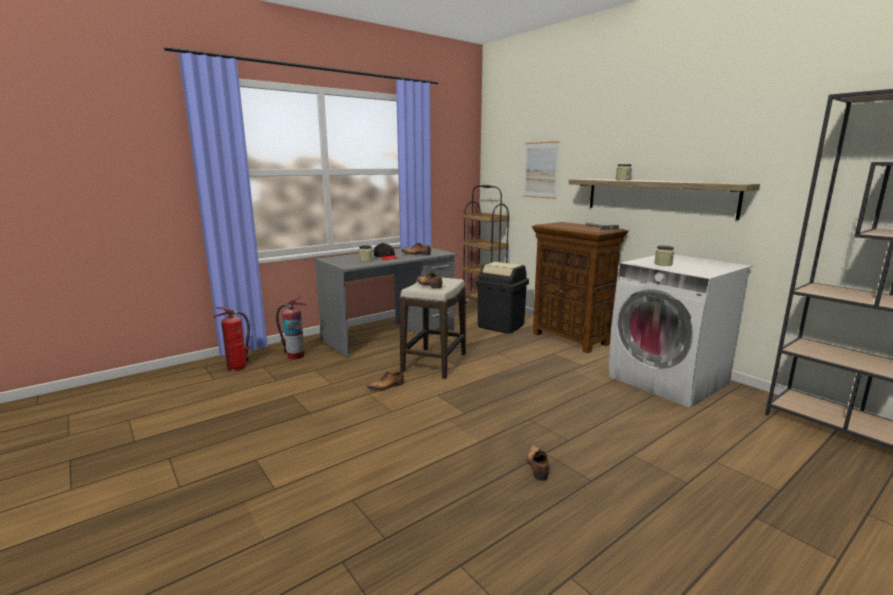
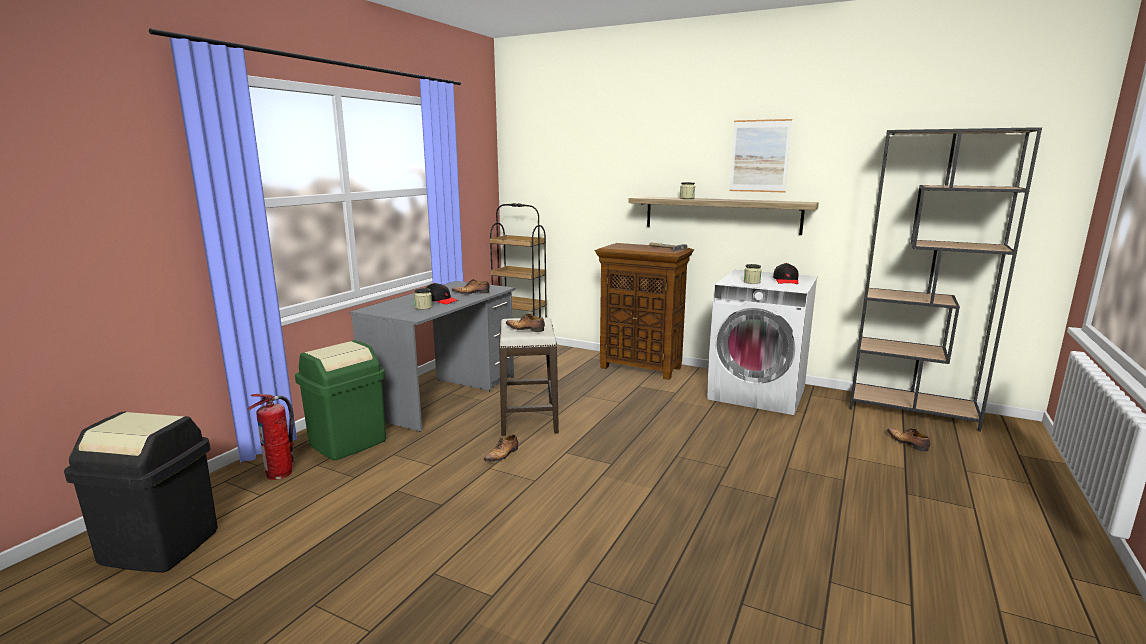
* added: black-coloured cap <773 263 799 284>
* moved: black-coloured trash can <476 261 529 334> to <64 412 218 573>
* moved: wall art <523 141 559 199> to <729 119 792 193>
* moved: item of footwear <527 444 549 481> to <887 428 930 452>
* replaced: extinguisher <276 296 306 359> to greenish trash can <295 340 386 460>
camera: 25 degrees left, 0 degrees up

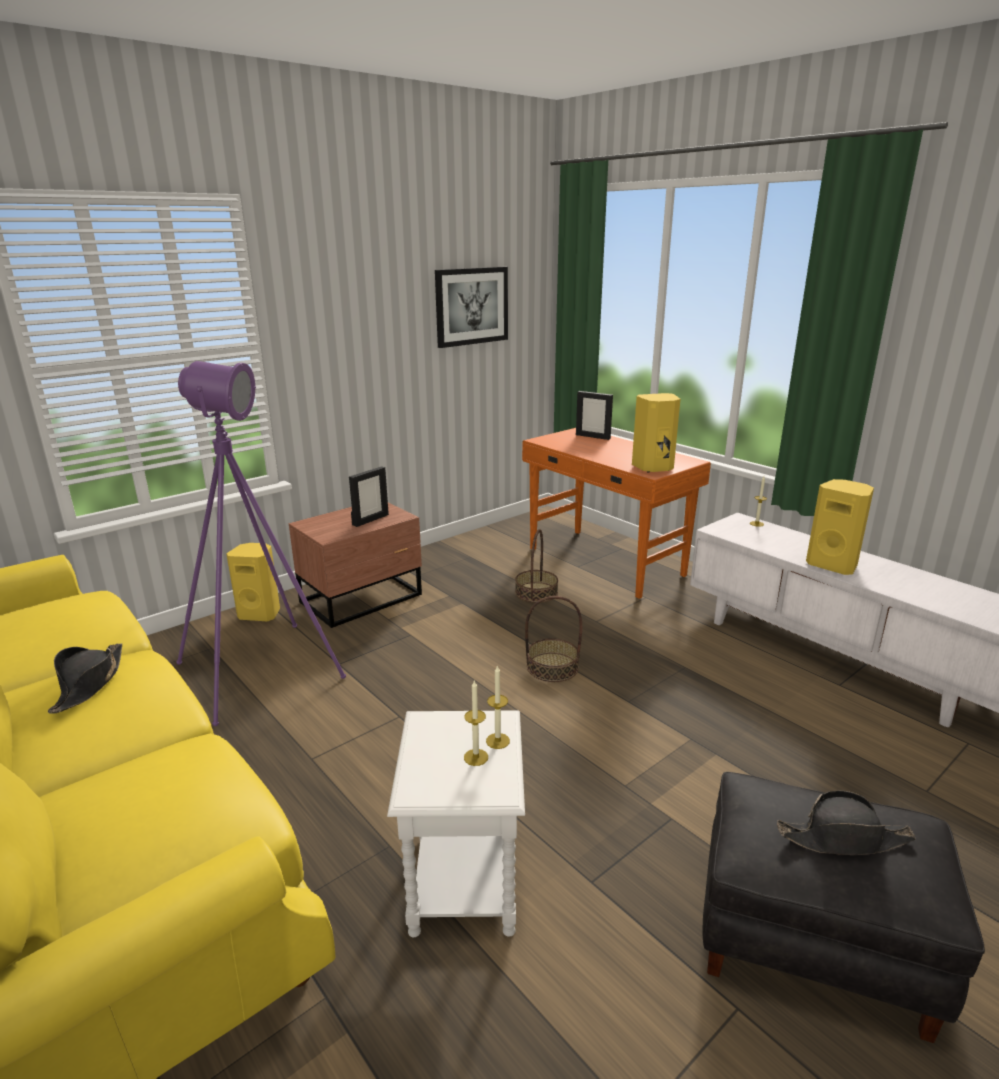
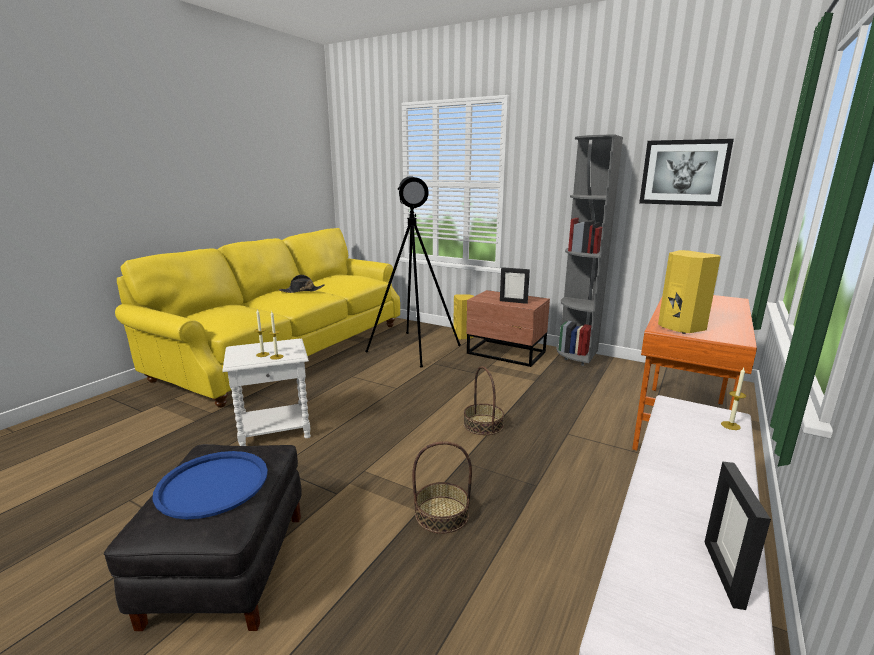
* removed: yellowish loudspeaker <806 479 874 575>
* added: gray shelving unit <556 134 623 366>
* moved: storage basket <515 529 558 603> to <412 441 472 534>
* moved: standing frame <576 391 613 440> to <705 462 771 610>
* replaced: black-coloured clothing hat <777 790 916 855> to bluish serving tray <153 451 268 519>
* recoloured: purple standard lamp <176 361 346 726> to black-coloured standard lamp <365 176 461 368>
camera: 70 degrees right, 5 degrees down

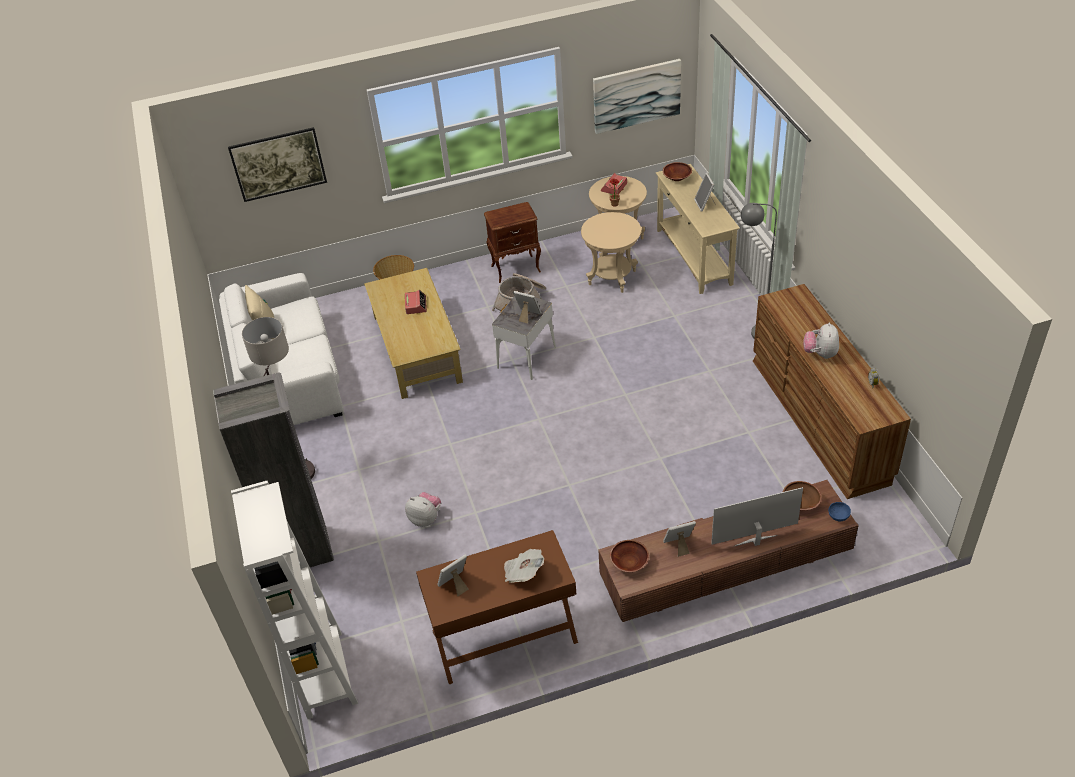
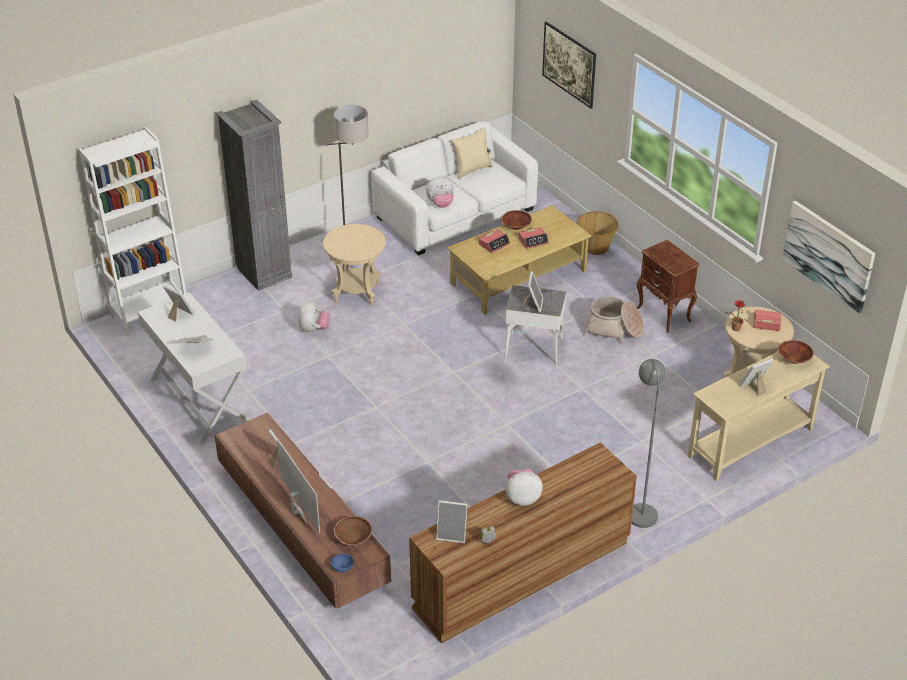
* added: cuddly toy <426 176 454 208>
* added: standing frame <436 500 468 543>
* added: bedside clock <479 229 510 253>
* moved: sand-coloured end table <581 212 641 293> to <323 224 386 306>
* moved: brown-coloured deep dish <610 540 649 572> to <501 210 532 230>
* recoloured: brown-coloured narrow table <416 530 578 684> to whitish narrow table <138 292 251 444>
camera: 70 degrees right, 5 degrees down

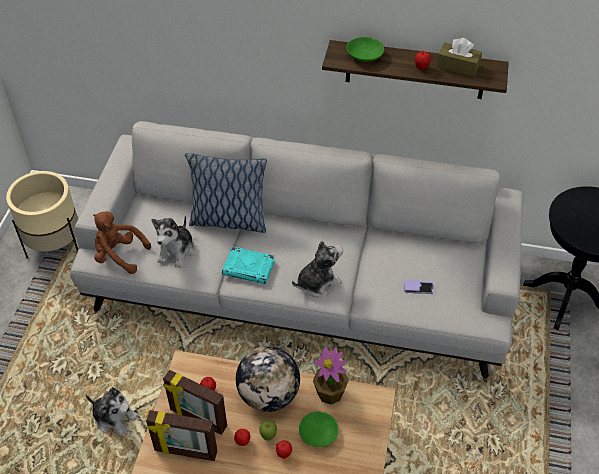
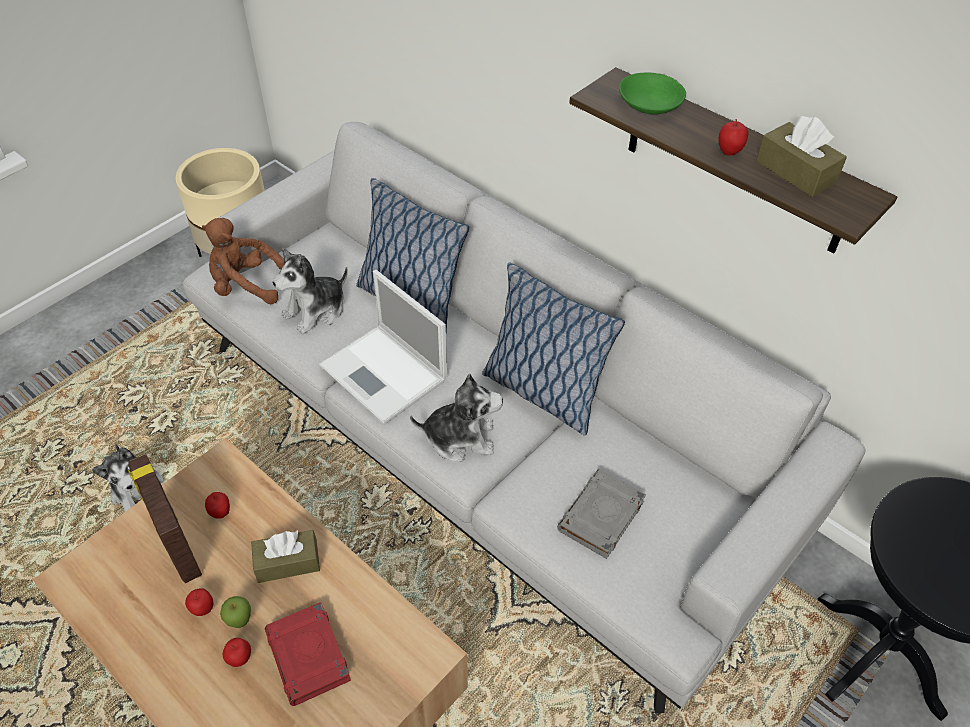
* removed: standing frame <146 410 217 461>
* removed: plant in a pot <313 347 349 404>
* added: pillow <482 262 625 435>
* replaced: turquoise-coloured bound book <222 247 275 284> to notebook computer <319 270 447 424>
* replaced: world globe <236 346 300 412> to brown-coloured tissue holder <251 530 320 583>
* replaced: greenish deep dish <299 411 338 447> to reddish bound book <265 602 351 706>
* replaced: phone <404 280 434 294> to gray bound book <557 469 646 559>
* turned: brown-coloured cuddly toy <93 211 151 274> = <202 218 285 304> 45 degrees counterclockwise
camera: 30 degrees right, 0 degrees up

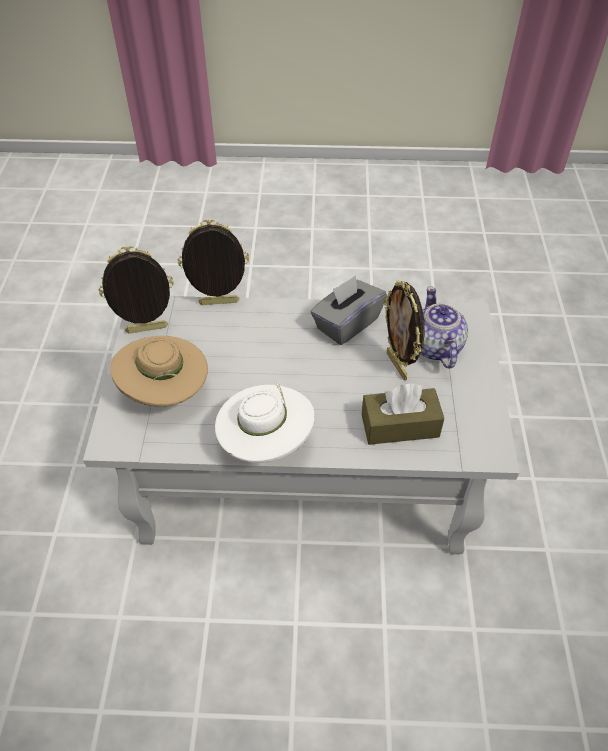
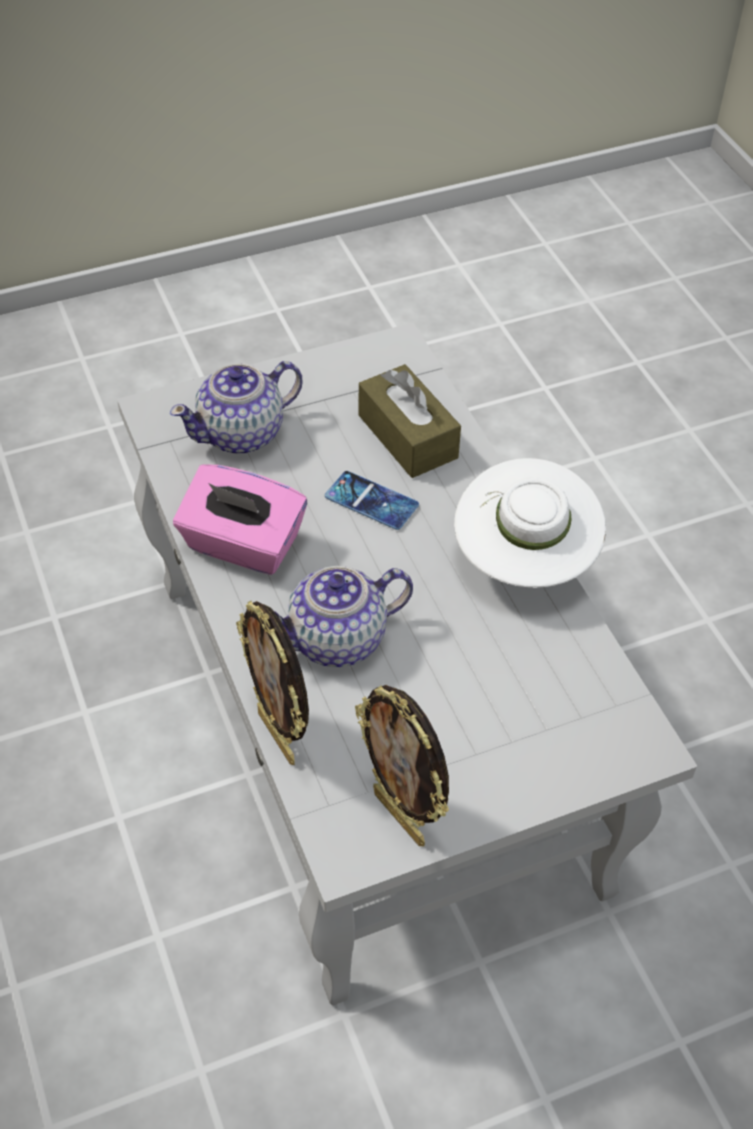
* removed: sand-coloured clothing hat <110 336 208 407>
* removed: standing frame <384 280 425 380>
* added: teapot <274 566 413 667>
* added: phone <325 471 419 530>
* recoloured: gray tissue holder <310 275 387 345> to pinkish tissue holder <173 464 307 575>
camera: 115 degrees left, 0 degrees up

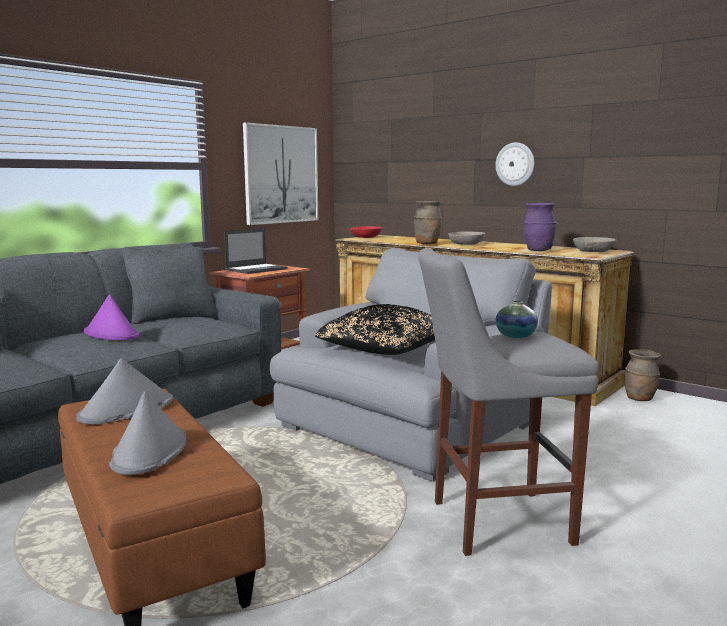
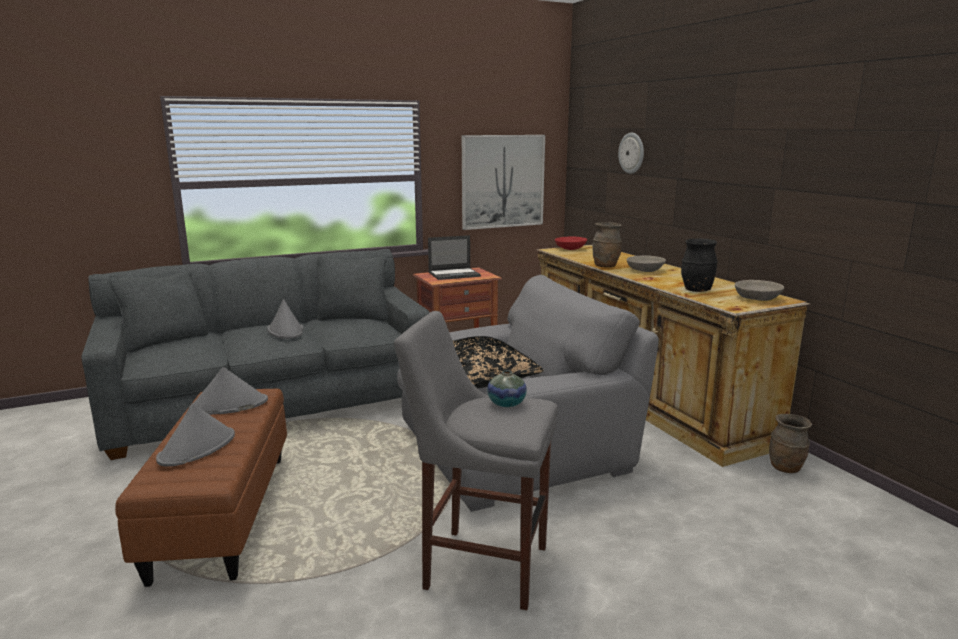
* moved: hanging clock <495 142 534 186> to <618 133 644 174>
* recoloured: purple clothing hat <84 294 139 340> to gray clothing hat <267 299 304 339>
* recoloured: purple decorative vase <523 203 557 251> to black-coloured decorative vase <681 238 718 292>
camera: 25 degrees right, 5 degrees up

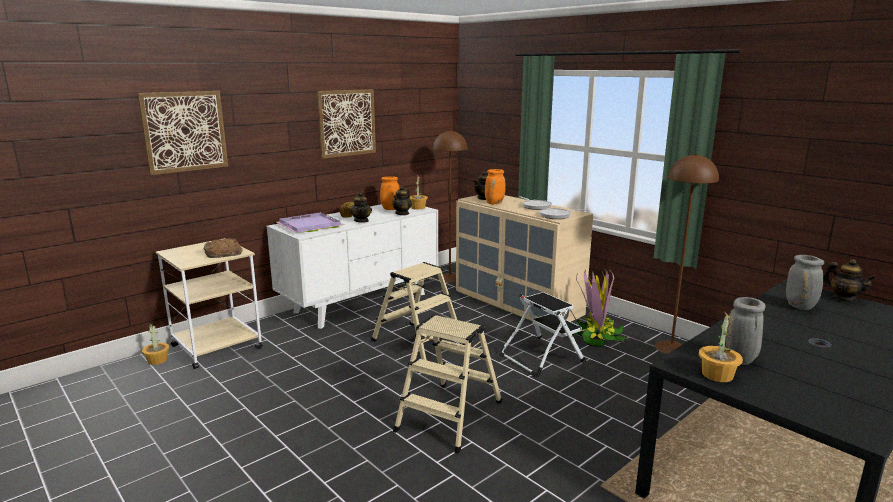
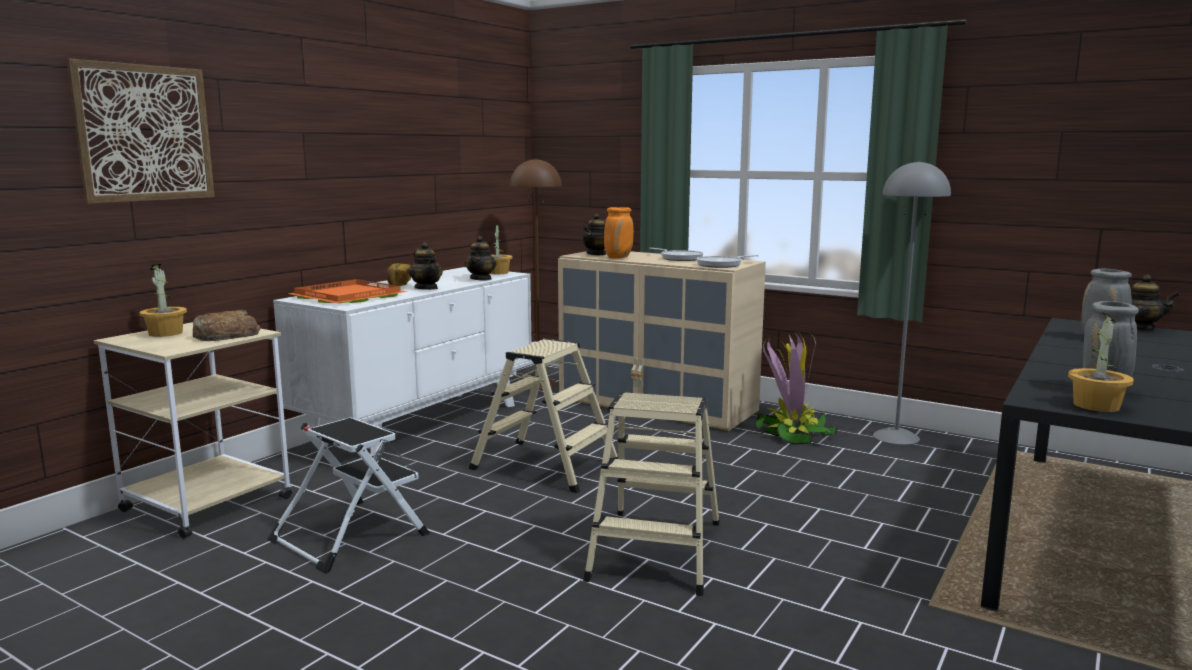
* removed: wall art <317 89 376 159>
* removed: orangey decorative vase <380 176 400 210>
* moved: plant in a pot <142 323 169 365> to <139 264 187 337>
* moved: stepladder <498 292 586 378> to <267 418 430 573>
* recoloured: purple serving tray <276 212 344 233> to orangey serving tray <288 279 408 303>
* recoloured: brown-coloured standard lamp <655 154 719 354> to gray standard lamp <873 160 951 445>
camera: 15 degrees left, 5 degrees down

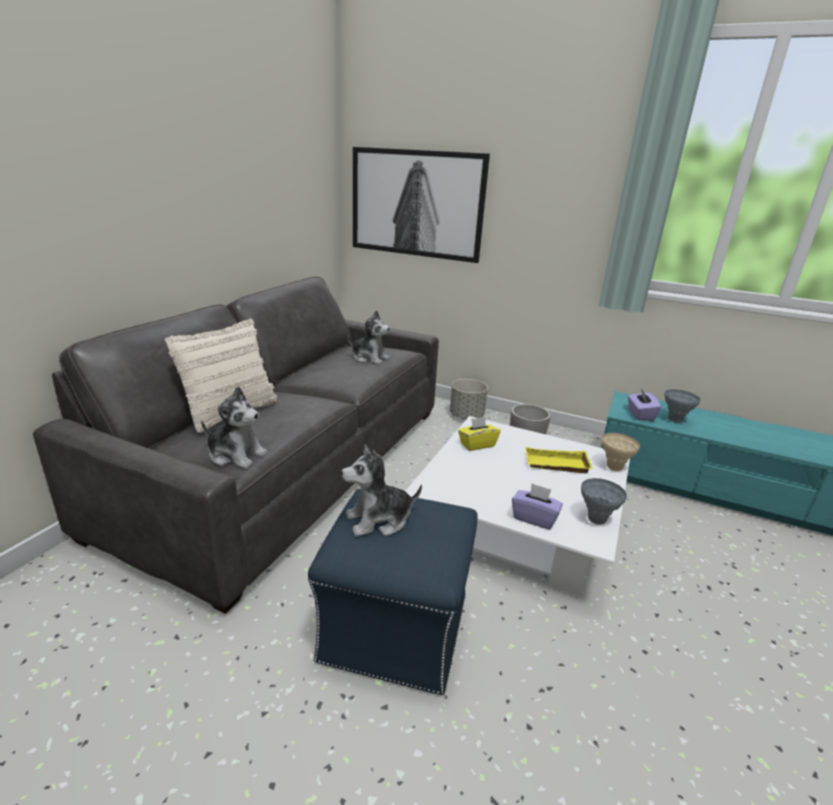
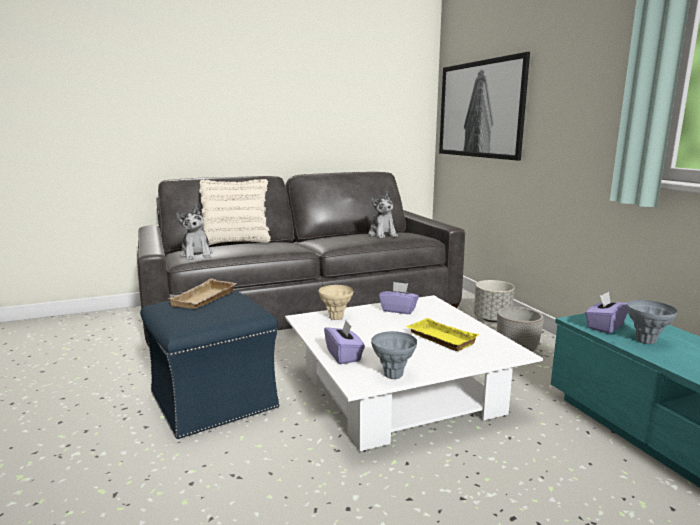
* moved: sand-coloured decorative vase <601 433 640 471> to <319 285 354 320>
* replaced: cuddly toy <341 444 422 536> to sand-coloured serving tray <167 278 237 309>
* recoloured: yellowish tissue holder <458 417 501 451> to purple tissue holder <379 282 419 314>
camera: 45 degrees right, 10 degrees down

